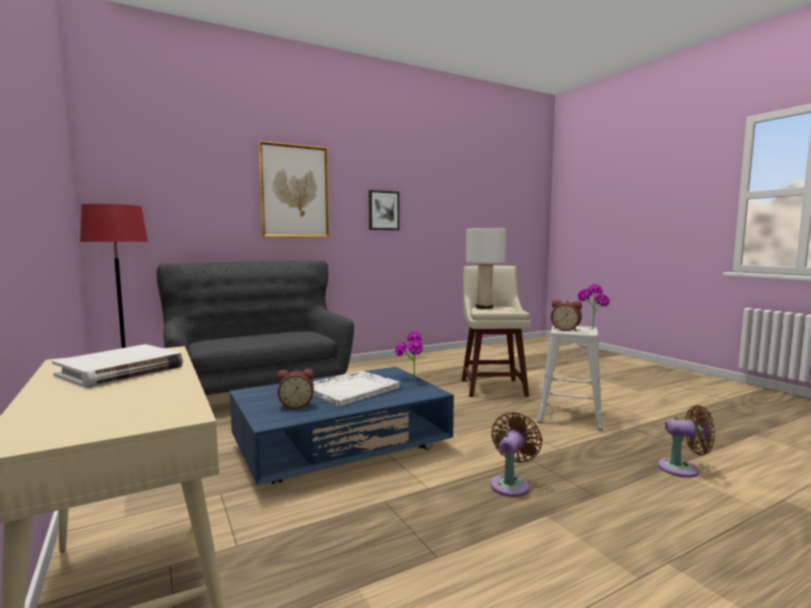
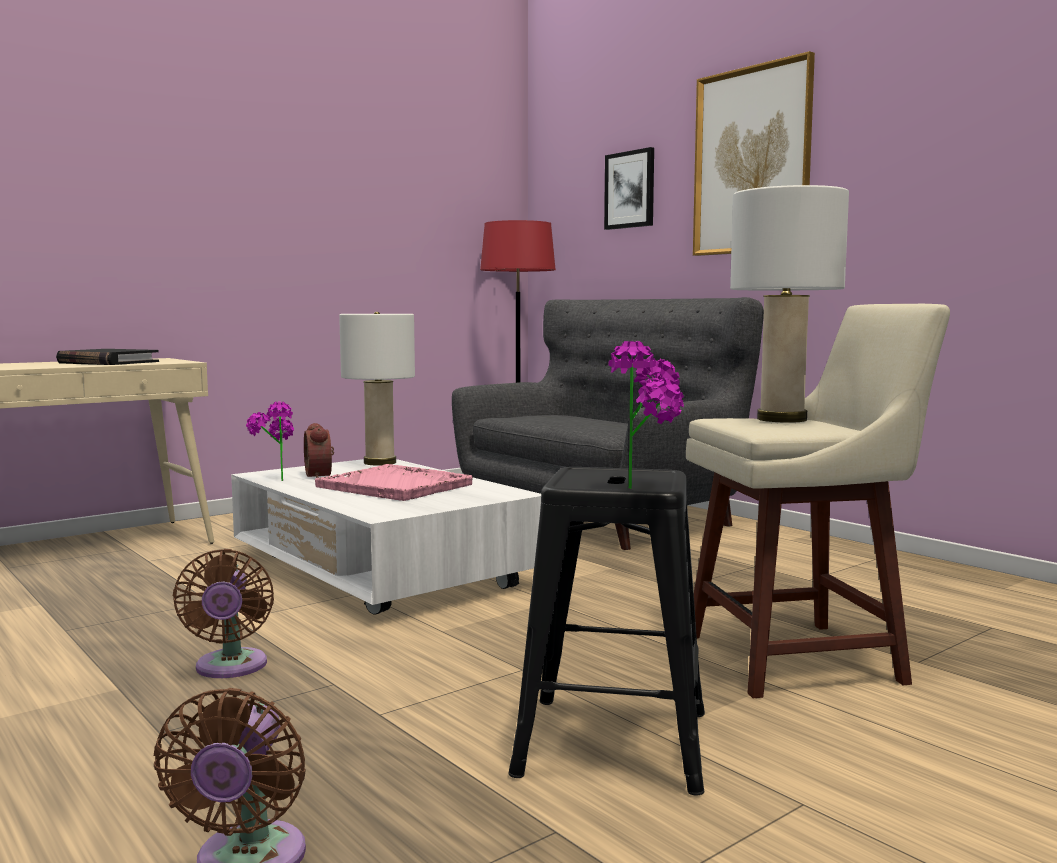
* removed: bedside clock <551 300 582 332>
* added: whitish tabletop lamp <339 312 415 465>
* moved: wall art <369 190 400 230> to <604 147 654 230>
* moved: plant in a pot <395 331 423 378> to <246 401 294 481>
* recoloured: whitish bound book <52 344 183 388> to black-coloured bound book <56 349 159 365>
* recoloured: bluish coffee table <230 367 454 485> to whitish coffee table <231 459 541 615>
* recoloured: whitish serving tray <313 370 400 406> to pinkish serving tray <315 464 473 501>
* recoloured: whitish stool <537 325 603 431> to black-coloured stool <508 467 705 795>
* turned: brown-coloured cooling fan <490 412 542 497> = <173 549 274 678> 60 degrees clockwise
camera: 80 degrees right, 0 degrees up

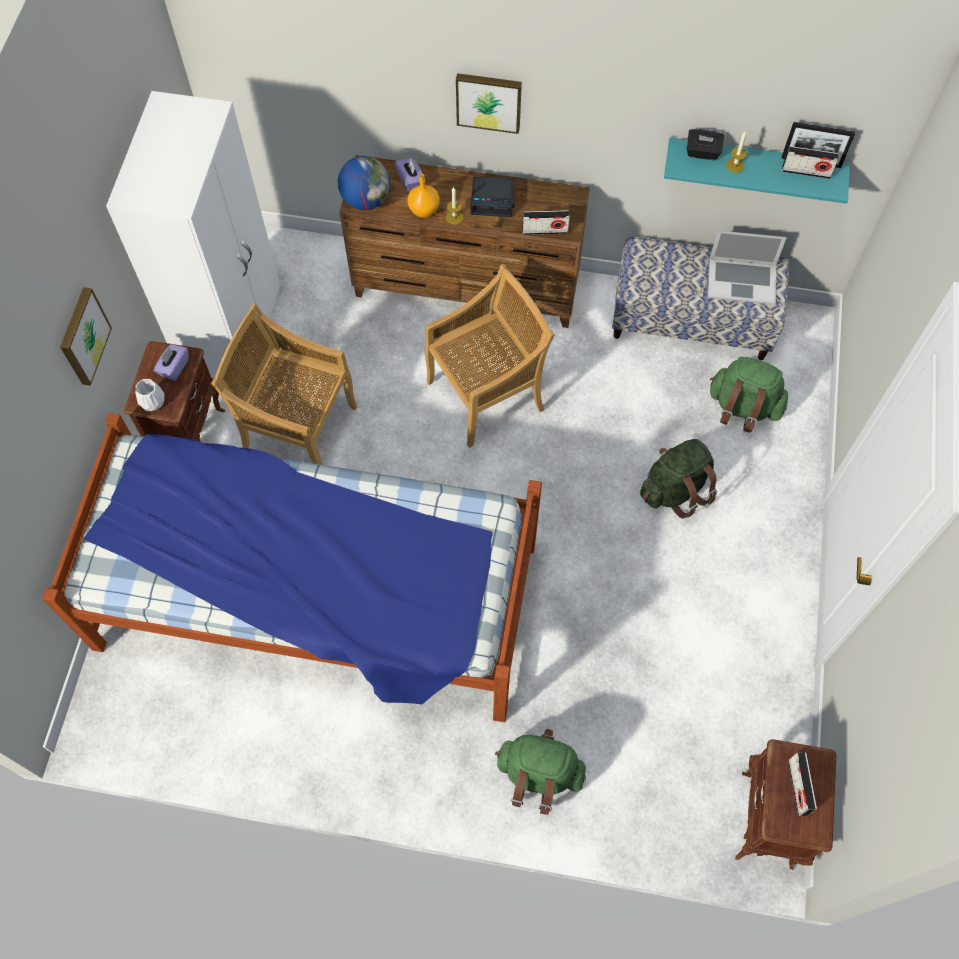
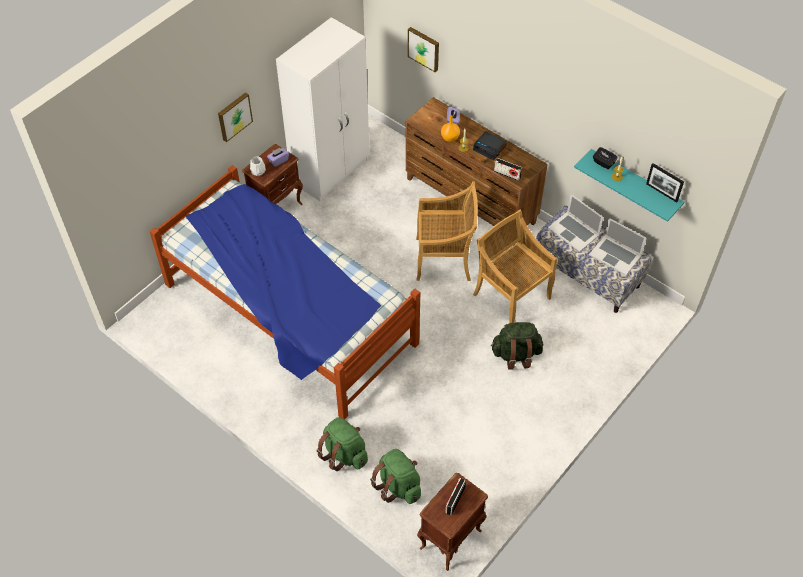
* removed: world globe <338 156 391 210>
* removed: radio receiver <782 146 839 179>
* added: notebook computer <548 194 604 252>
* moved: sand-coloured upright chair <211 303 357 465> to <473 209 557 323>
* moved: wall art <456 73 522 134> to <408 27 439 72>
* moved: greenish knapsack <710 357 788 433> to <370 449 421 504>
camera: 30 degrees right, 10 degrees down

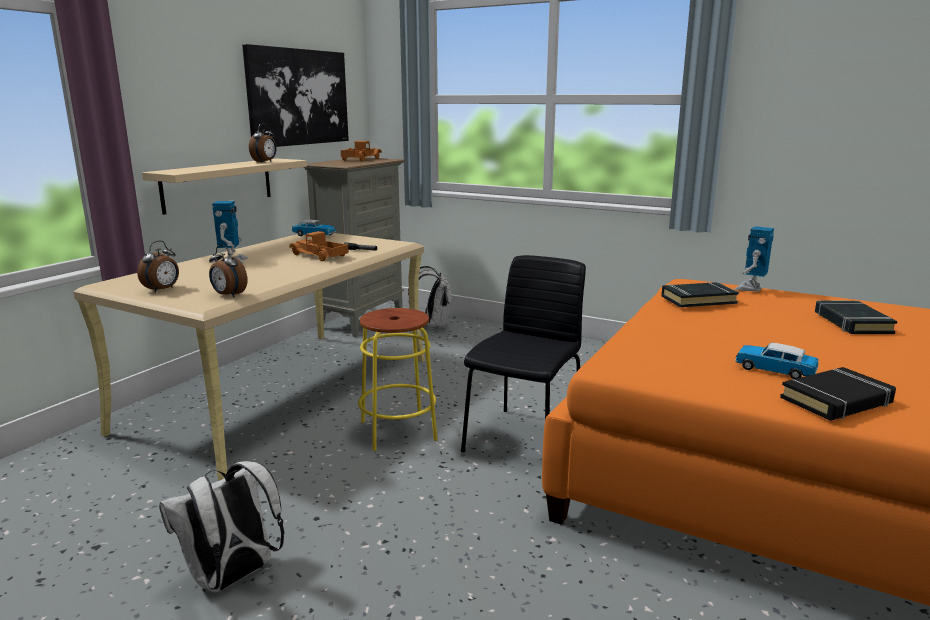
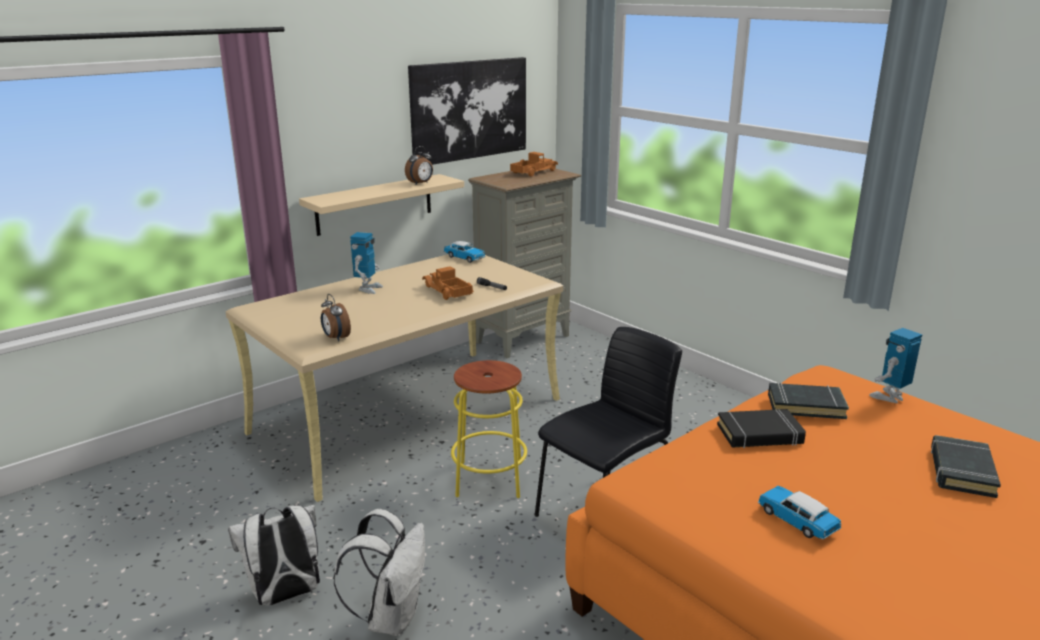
* removed: bedside clock <137 241 179 293>
* moved: whitish knapsack <408 265 452 329> to <333 509 425 636>
* moved: black-coloured bound book <780 367 896 421> to <717 409 806 448>
camera: 20 degrees right, 5 degrees up

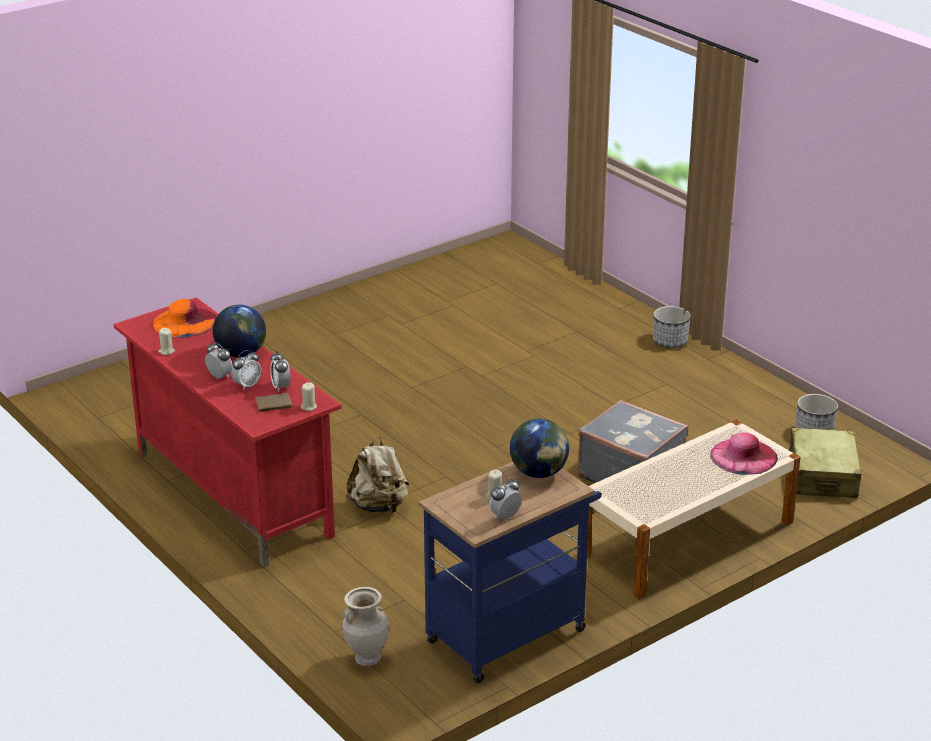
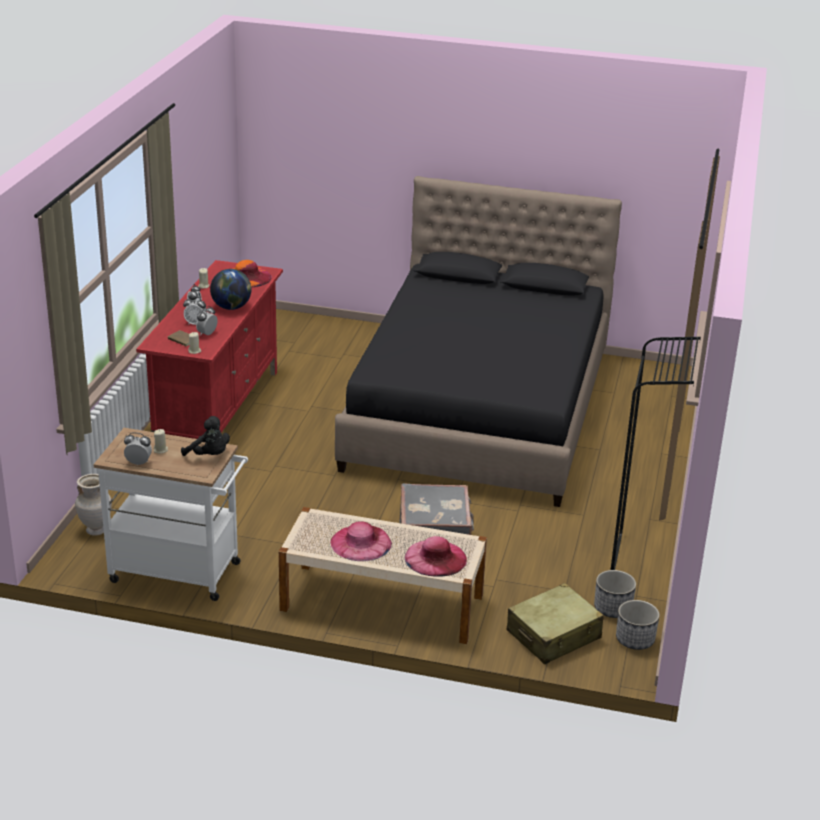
* removed: sand-coloured knapsack <346 436 409 513>
* added: pinkish clothing hat <331 521 392 561>
* added: black-coloured bed <335 176 622 507>
* added: black-coloured garment stand <611 337 701 570>
* moved: plant pot <653 306 690 348> to <616 600 660 650>
* replaced: world globe <510 419 569 478> to black-coloured cuddly toy <181 416 230 456>
* recoloured: bluish wheeled cart <419 462 602 683> to whitish wheeled cart <93 428 248 601>
camera: 50 degrees right, 0 degrees up

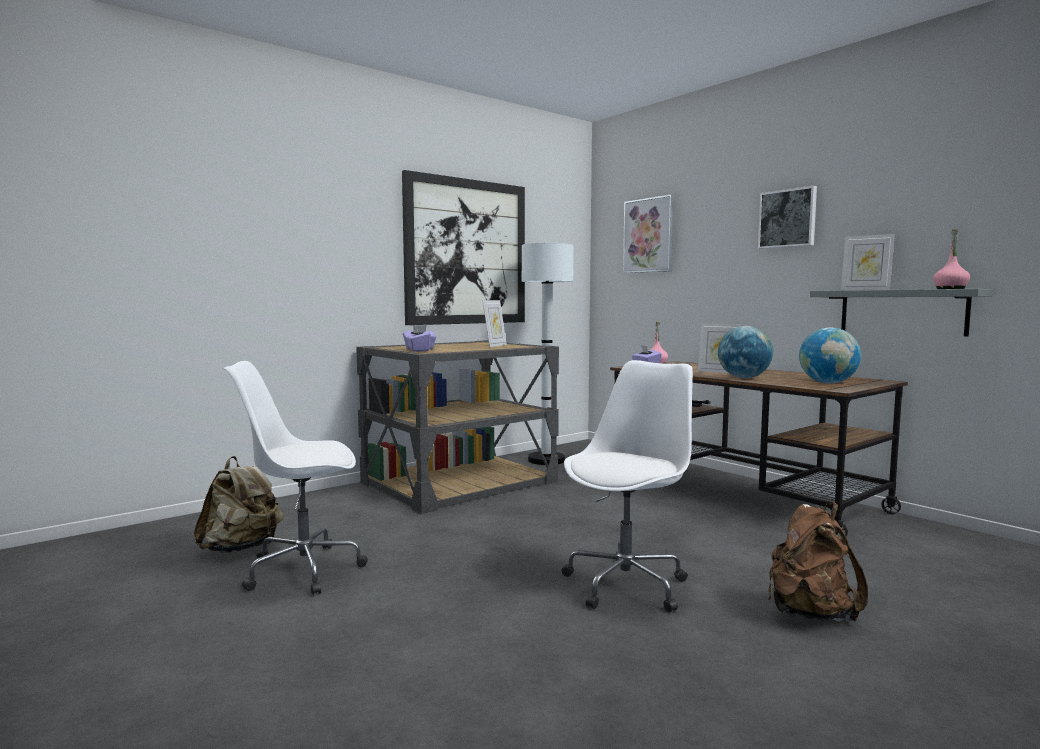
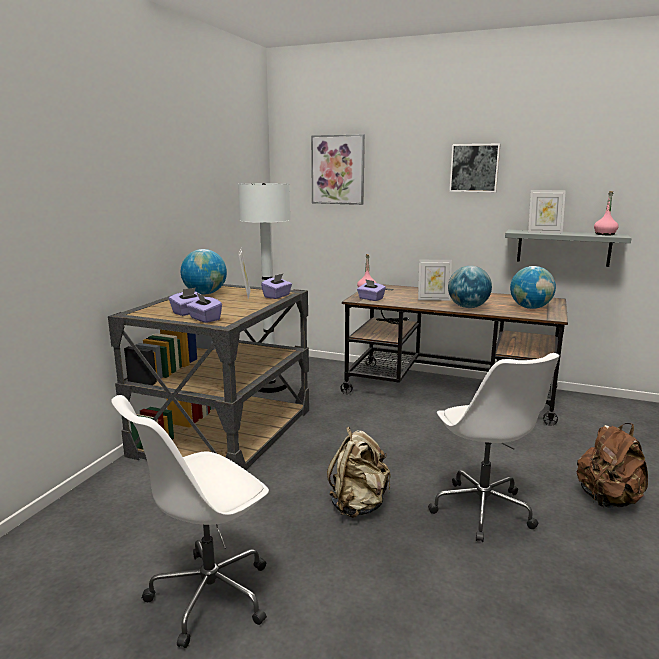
* removed: wall art <402 170 525 325>
* added: world globe <181 249 227 294>
* added: purple tissue holder <261 274 292 299>
* moved: sand-coloured knapsack <194 456 284 553> to <327 427 391 518>
* turned: whitish computer chair <561 360 693 612> = <428 353 560 542> 150 degrees clockwise
camera: 30 degrees left, 10 degrees up

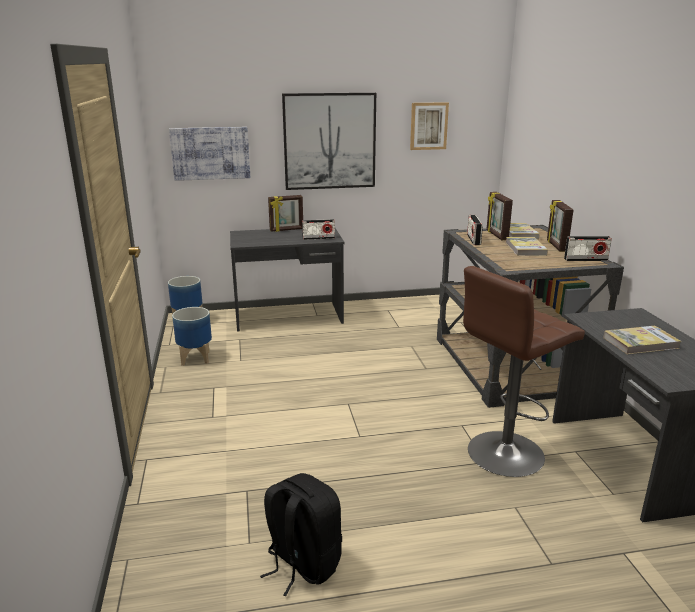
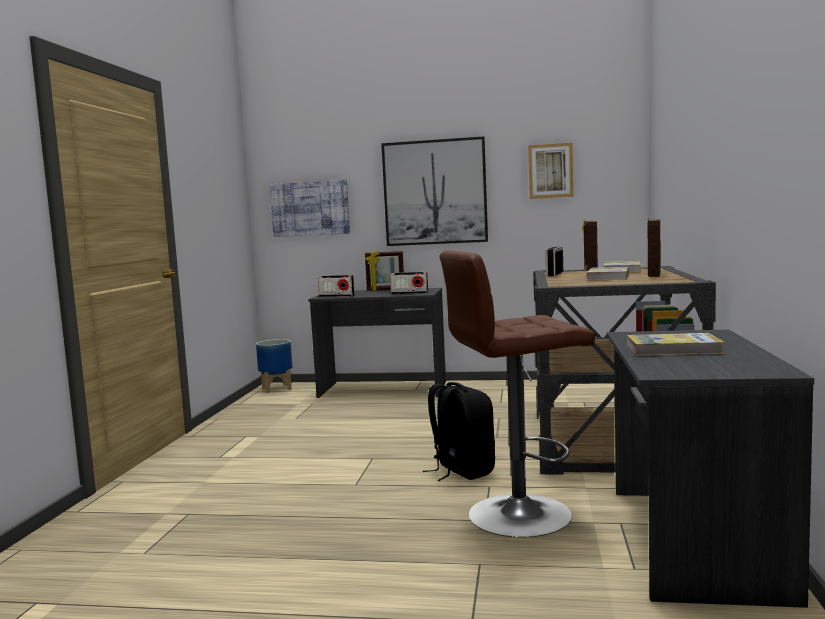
* removed: plant pot <172 307 212 366>
* moved: black-coloured knapsack <260 473 342 596> to <423 382 495 481>
* moved: radio receiver <564 236 612 261> to <318 275 355 297>
camera: 20 degrees right, 15 degrees down

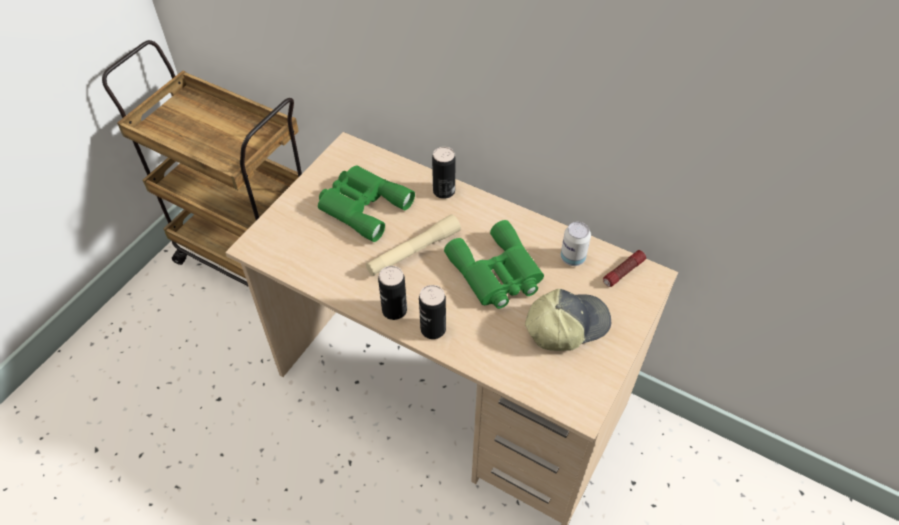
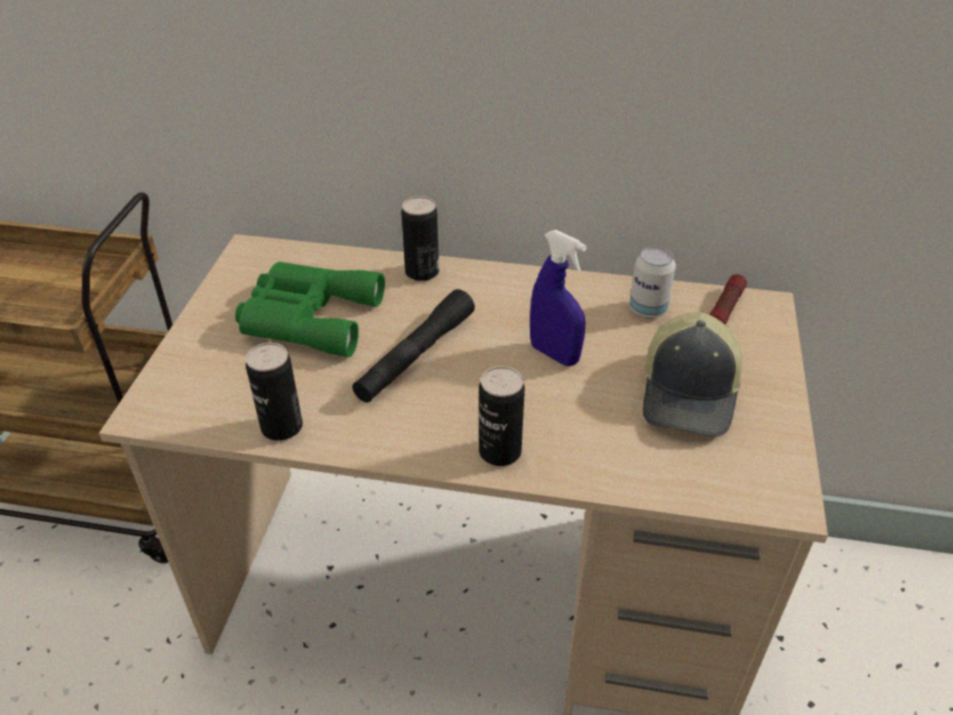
* moved: can <378 266 407 320> to <246 342 303 441>
* replaced: greenish field glasses <444 220 544 309> to bluish spray bottle <530 230 587 366>
* recoloured: sand-coloured torch <366 214 461 276> to black-coloured torch <352 289 475 403>
* turned: cap <525 289 611 351> = <643 312 742 436> 150 degrees clockwise
camera: 20 degrees left, 10 degrees down

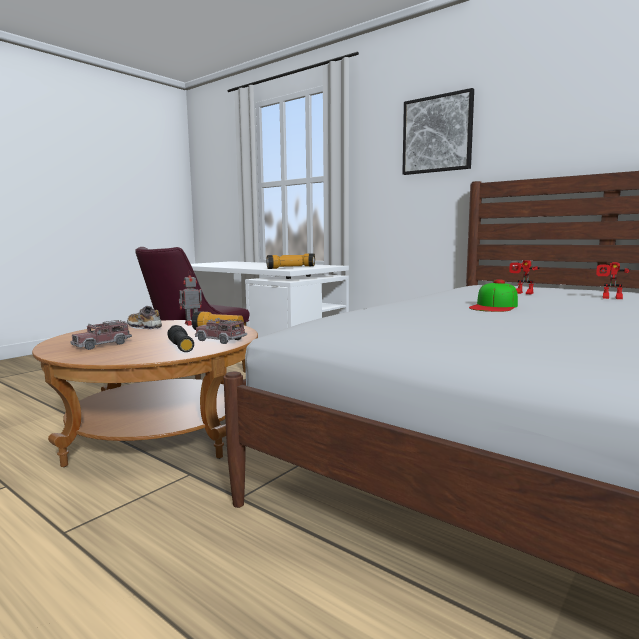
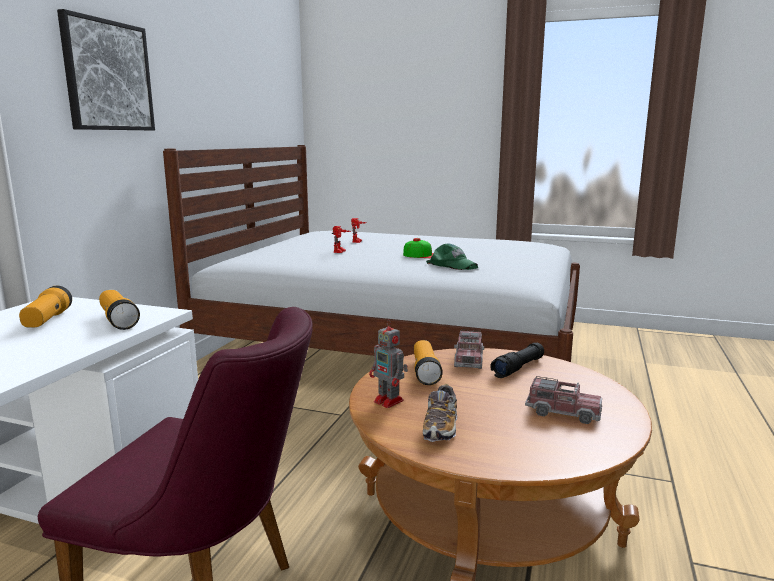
* added: greenish cap <426 244 478 270>
camera: 110 degrees left, 5 degrees up

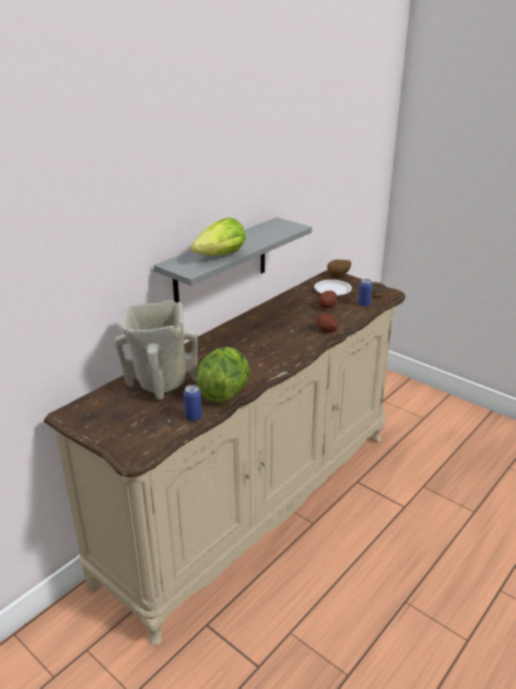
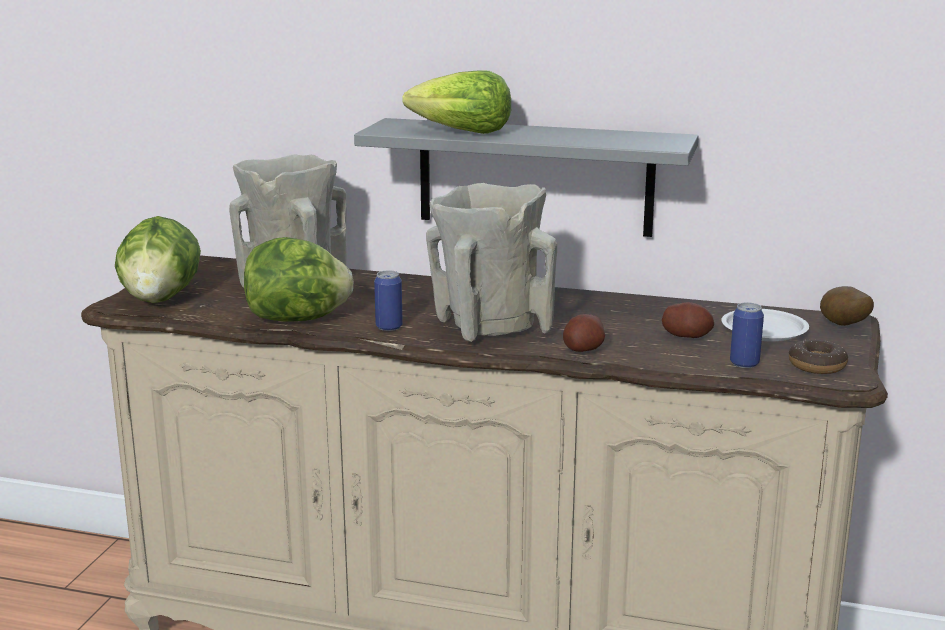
* added: lettuce <115 216 201 303>
* added: sand-coloured decorative vase <426 183 557 342>
* moved: can <184 385 202 422> to <374 270 403 331>
camera: 65 degrees right, 10 degrees down

